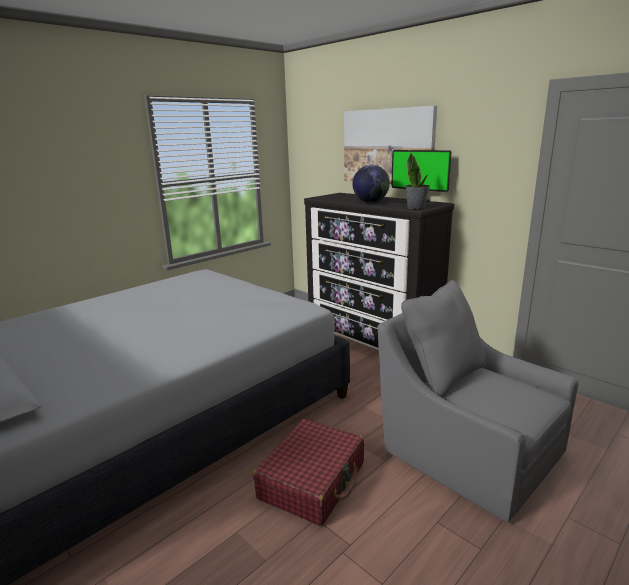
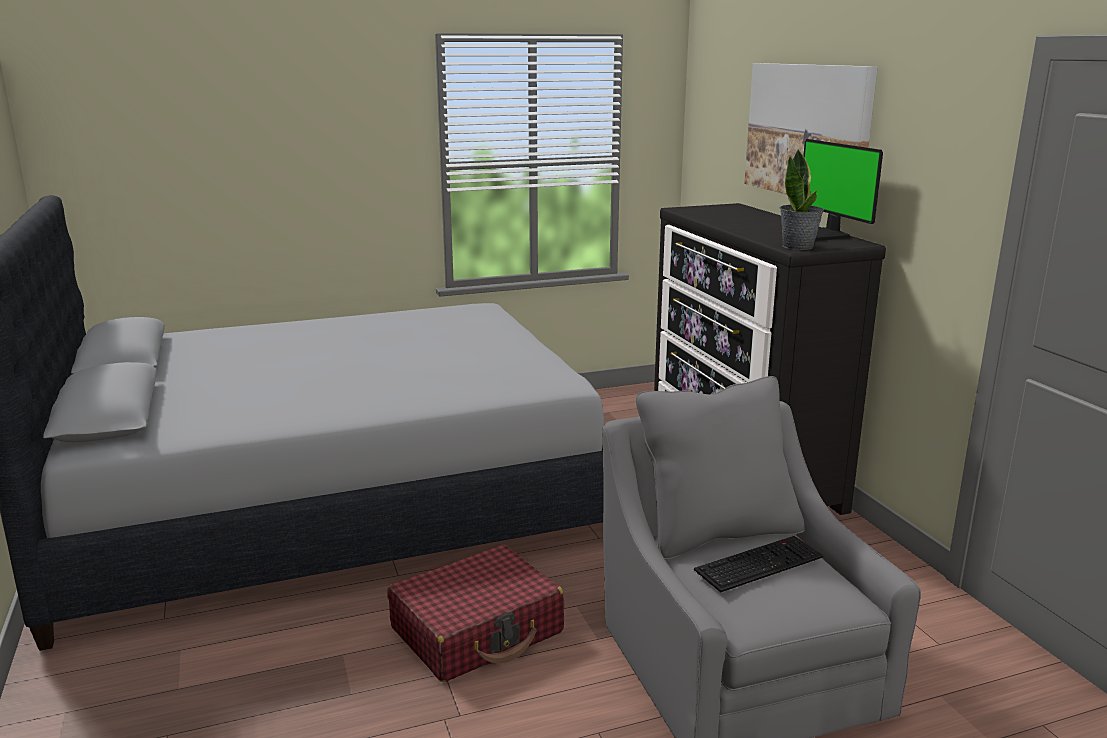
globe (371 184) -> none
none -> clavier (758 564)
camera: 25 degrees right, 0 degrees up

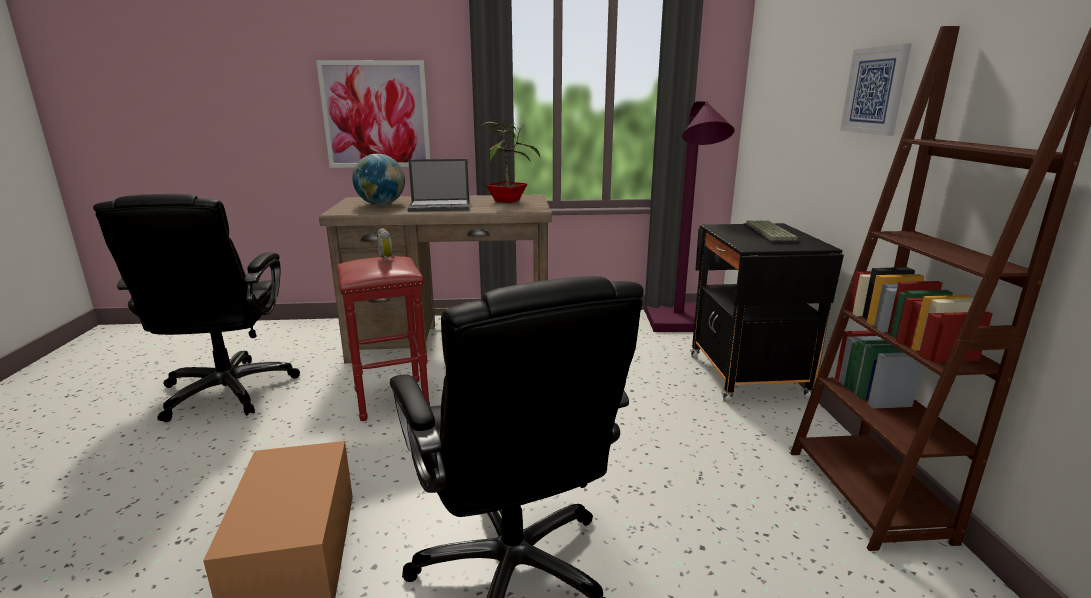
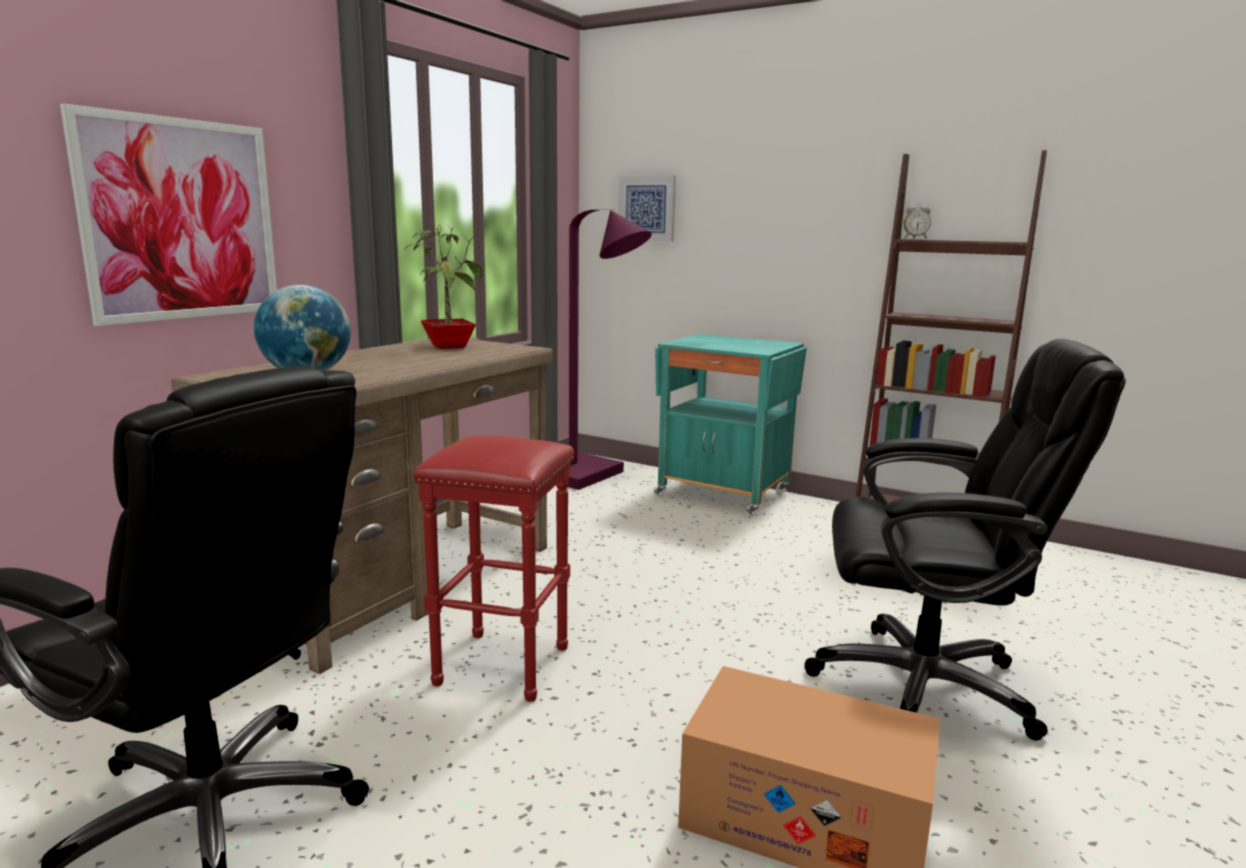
ordinateur portable (438 185) -> none
clavier (771 232) -> none
réveil (385 245) -> réveil (917 222), moved
tableau (876 89) -> tableau (647 208), moved
chariot (noir) (767 312) -> chariot (turquoise) (730 425)
camera: 55 degrees left, 5 degrees down

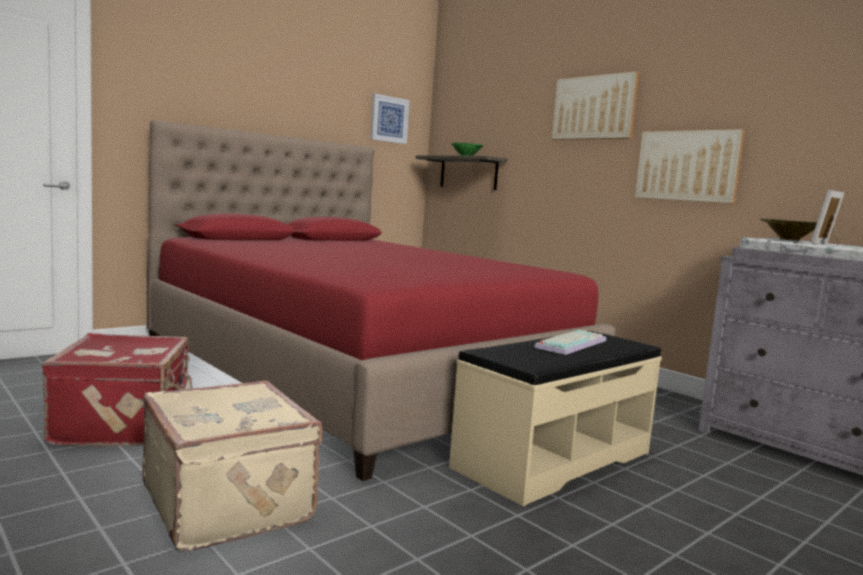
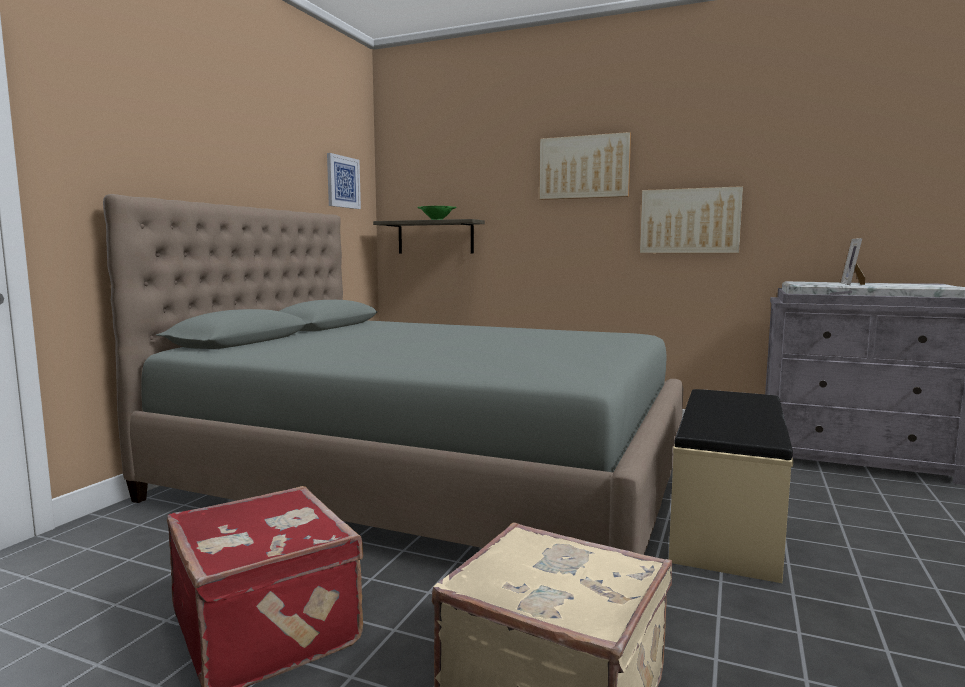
clavier (570 342) -> none
bol (beige) (788 229) -> none
lit (rouge) (381 300) -> lit (gris) (393 374)
camera: 25 degrees left, 0 degrees up

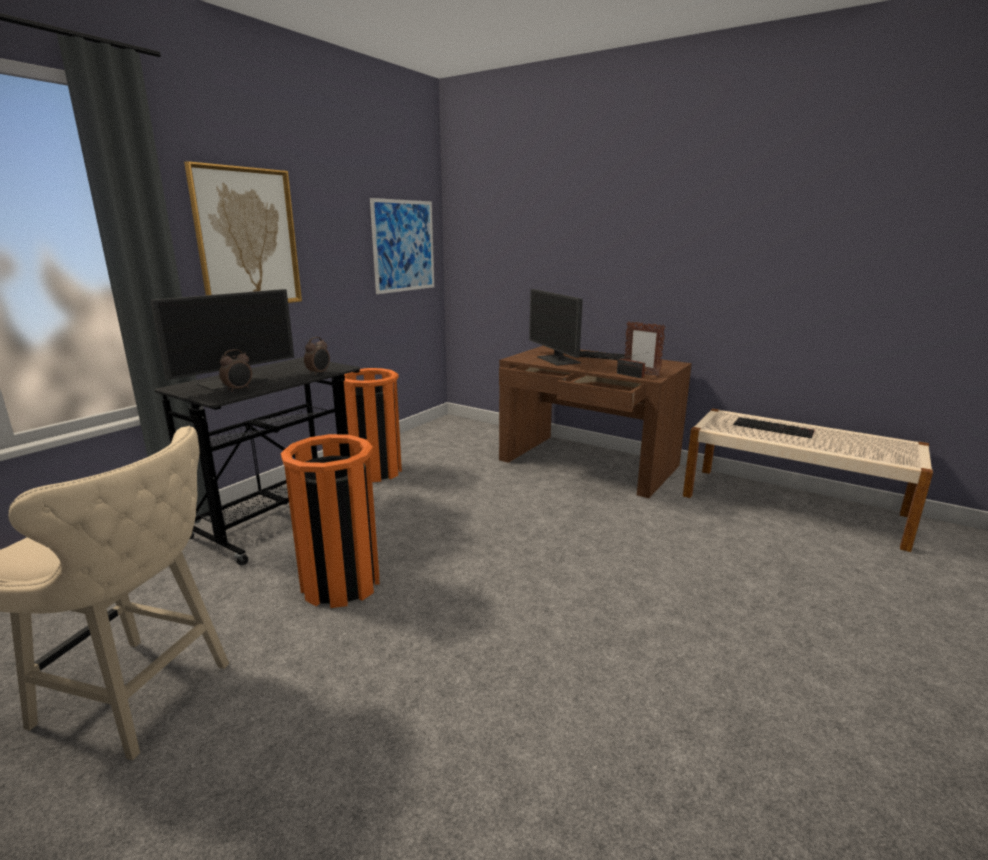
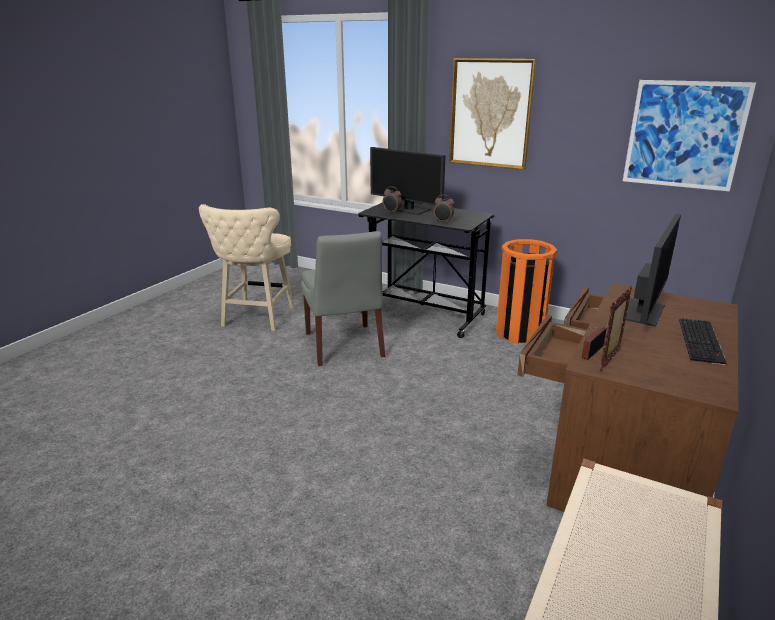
clavier (774 427) -> none
poubelle (orange) (330 521) -> chaise (gris) (343 298)
écran d'ordinateur (556 327) -> écran d'ordinateur (653 270), 150 degrees clockwise
camera: 85 degrees right, 5 degrees up

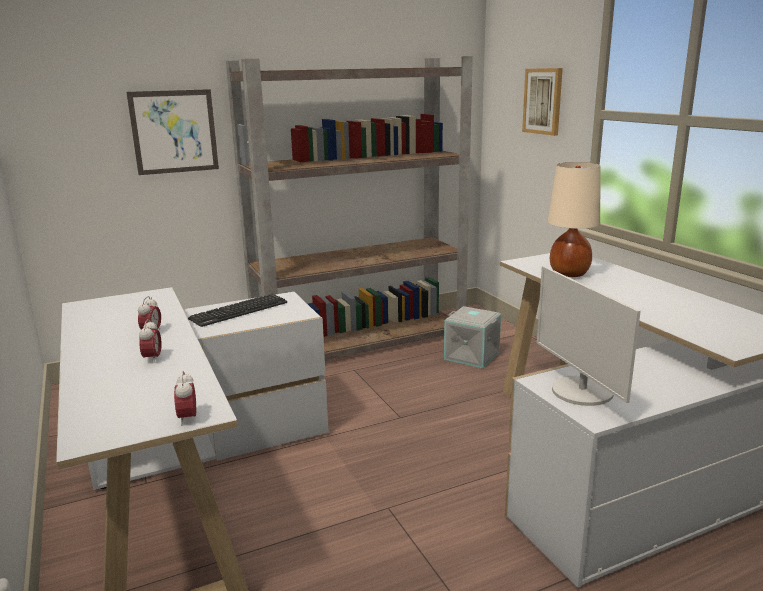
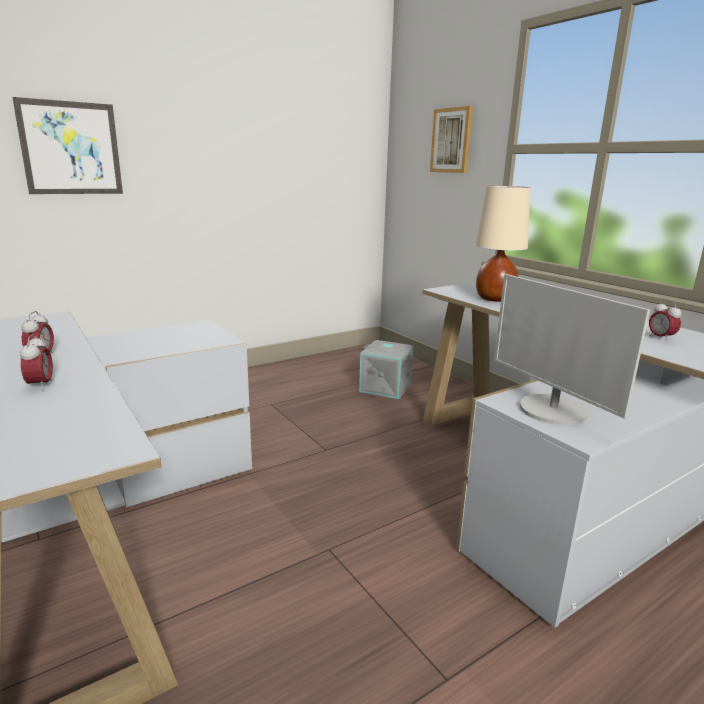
clavier (237 310) -> none
bibliothèque (marron) (349 208) -> none
réveil (185 398) -> réveil (665 321), moved
camera: 10 degrees left, 0 degrees up

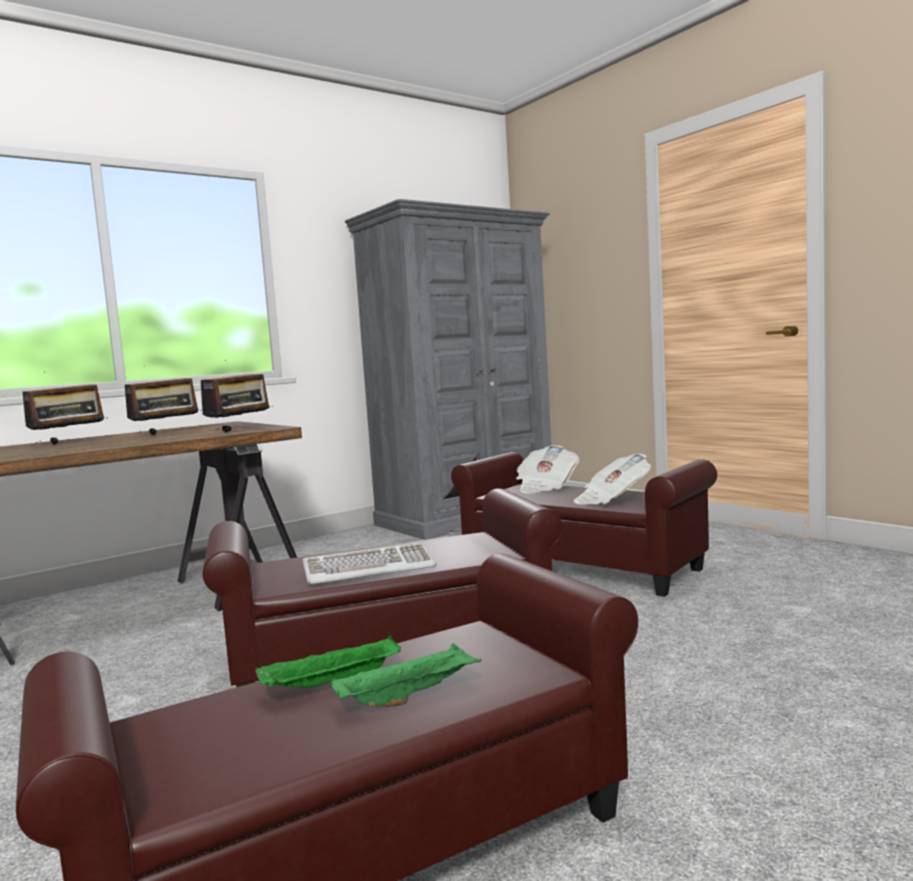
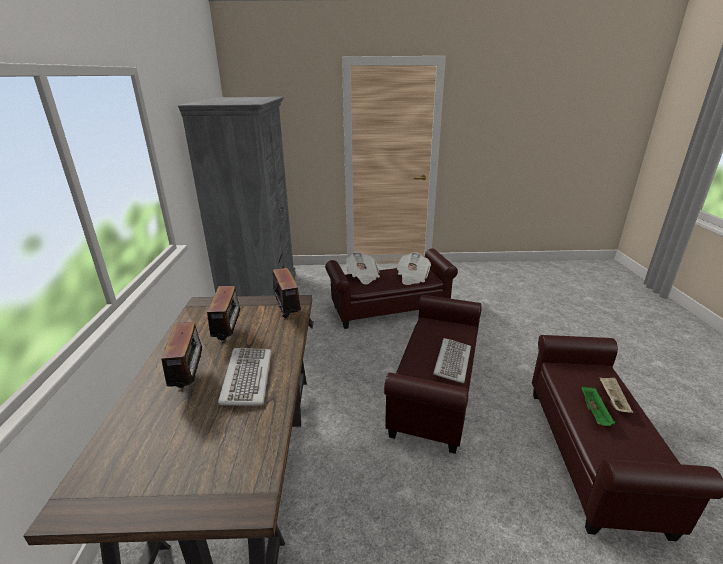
none -> clavier (244 376)
plateau (vert) (406 675) -> plateau (beige) (616 395)
camera: 55 degrees left, 20 degrees up

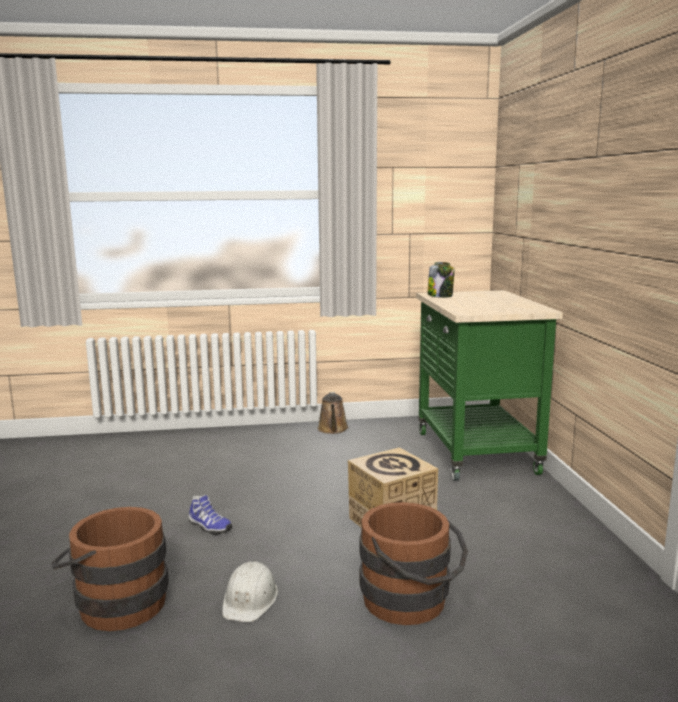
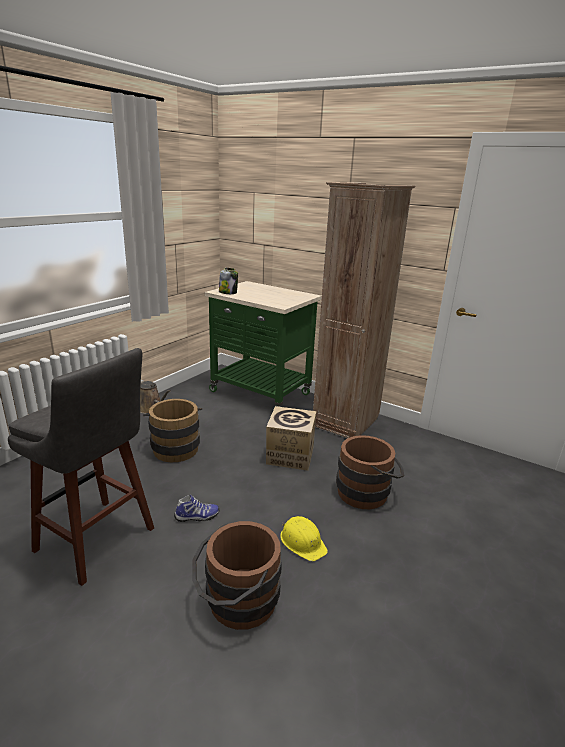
none -> tabouret (gris) (81 467)
none -> seau (marron) (172 430)
none -> meuble de rangement (marron) (364 310)
casque de chantier (blanc) (250 591) -> casque de chantier (jaune) (304 538)
camera: 50 degrees left, 10 degrees up

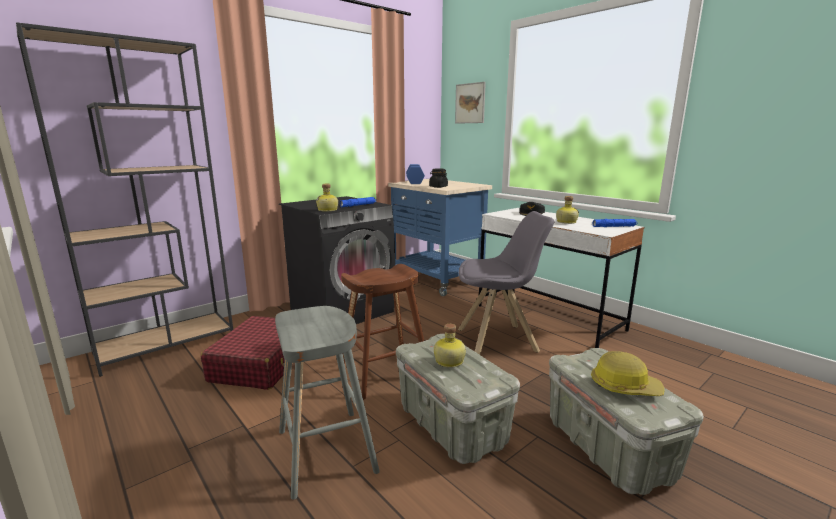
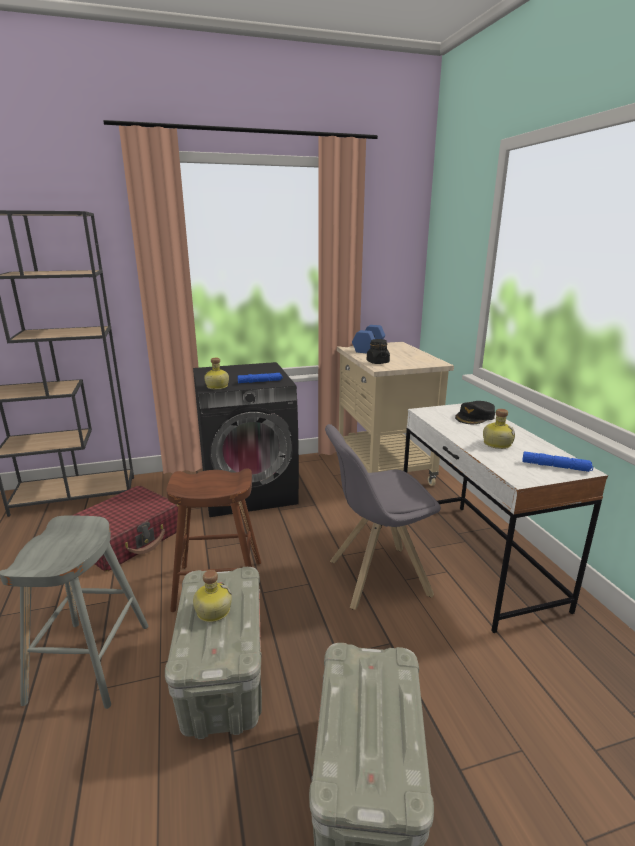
tableau (470 103) -> none
casque de chantier (628 373) -> none
chariot (bleu) (440 237) -> chariot (beige) (395 414)
chaise (gris) (506 283) -> chaise (gris) (383 517), 150 degrees clockwise
camera: 25 degrees right, 5 degrees up

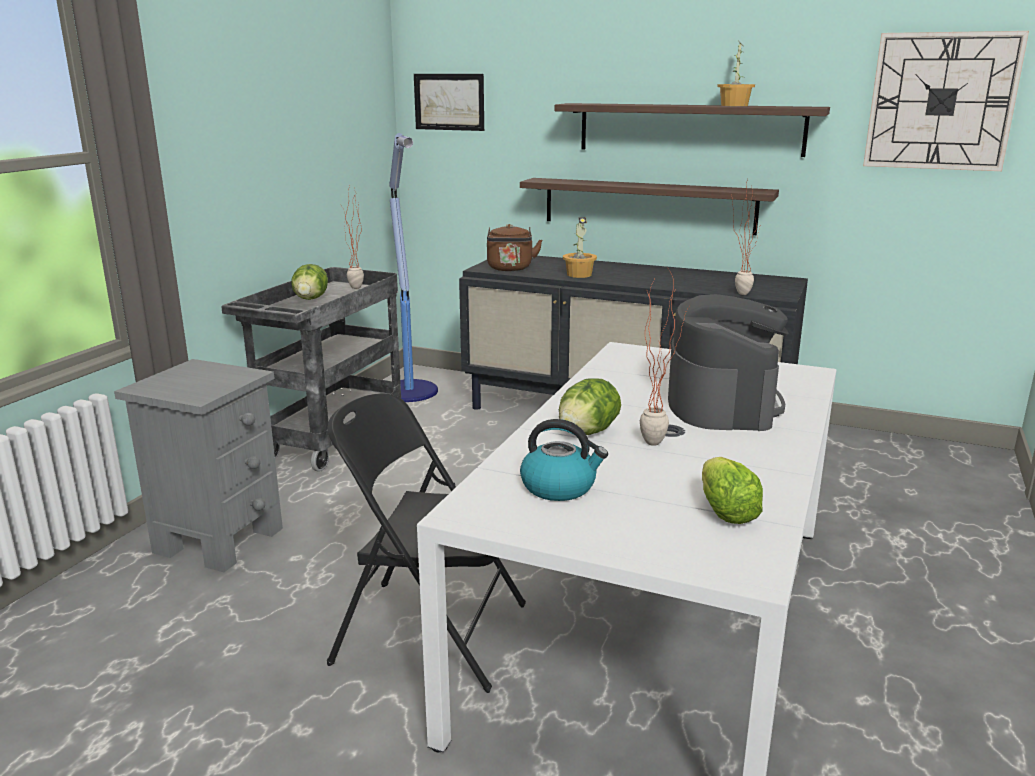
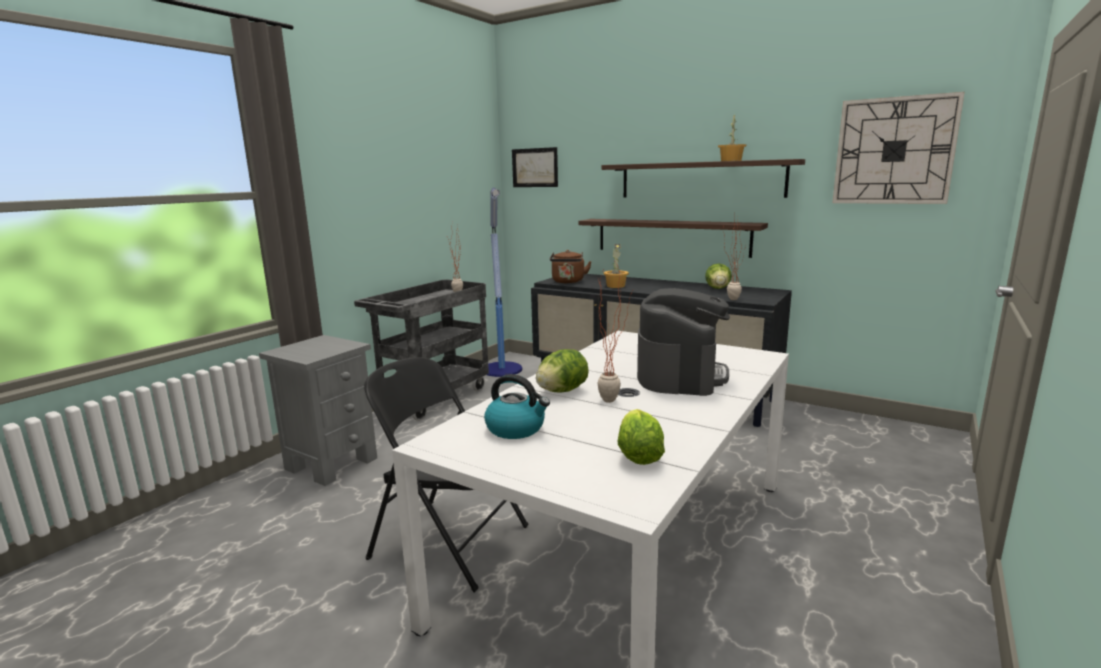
laitue (309 282) -> laitue (718 276), moved
camera: 10 degrees right, 5 degrees down

